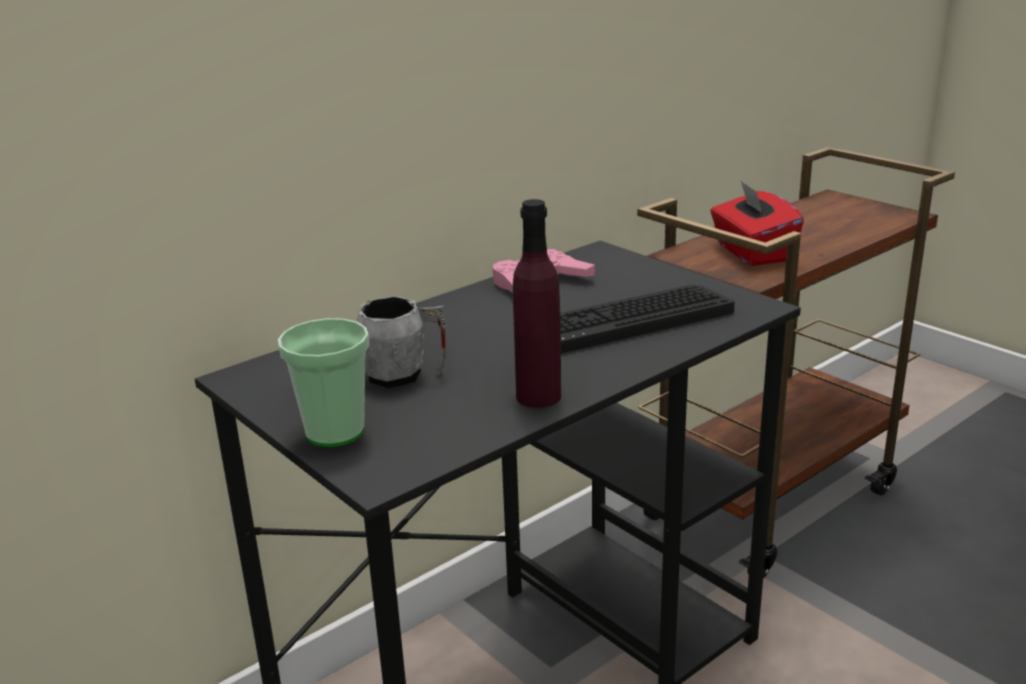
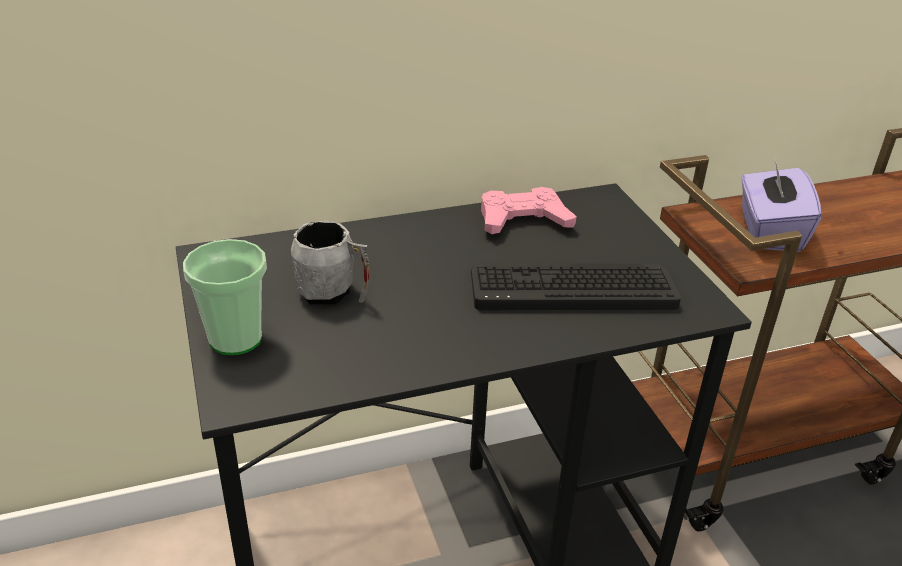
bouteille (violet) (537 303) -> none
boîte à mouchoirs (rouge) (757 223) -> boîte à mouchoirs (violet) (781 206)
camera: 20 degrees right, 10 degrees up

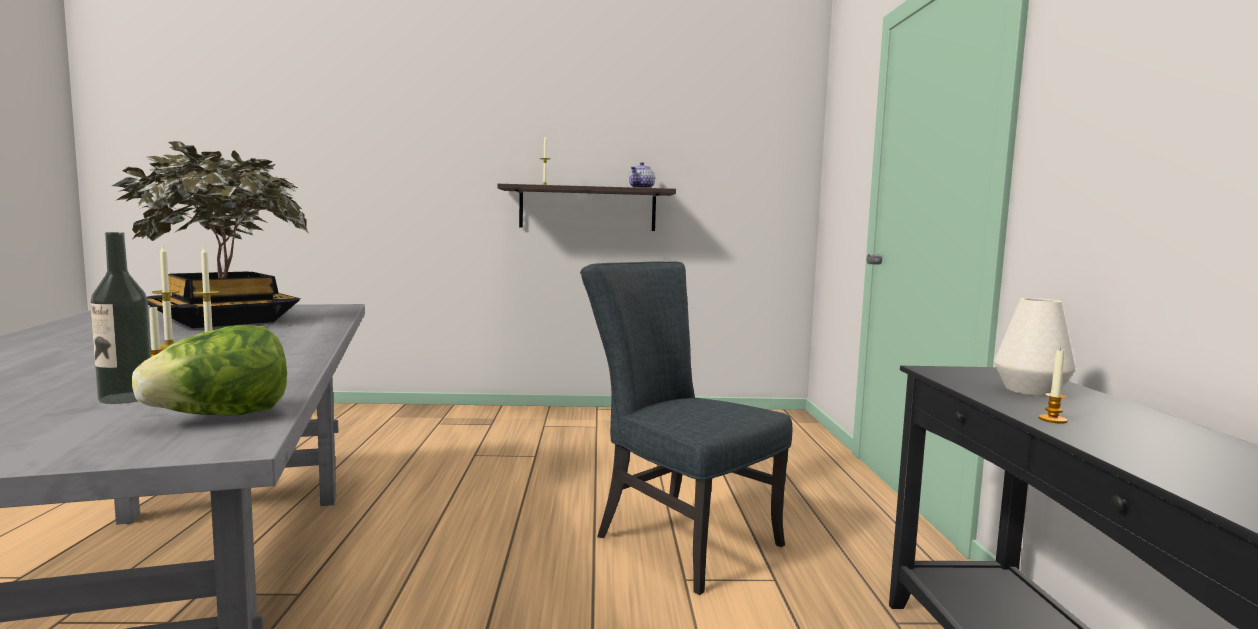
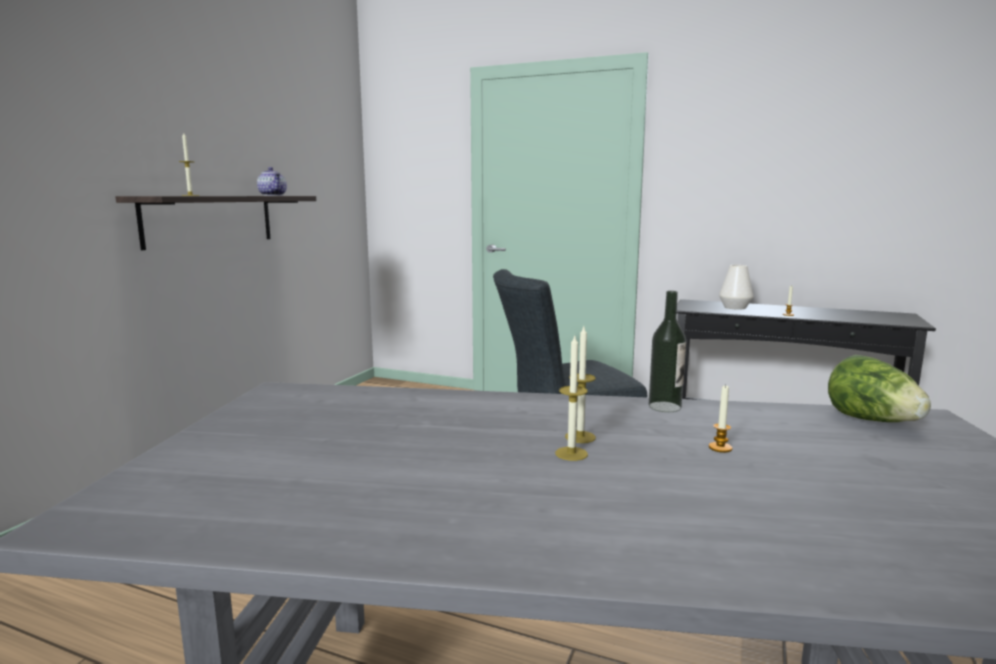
plante en pot (210 234) -> none
bouteille (121 318) -> bouteille (667 351), moved
camera: 65 degrees left, 5 degrees up

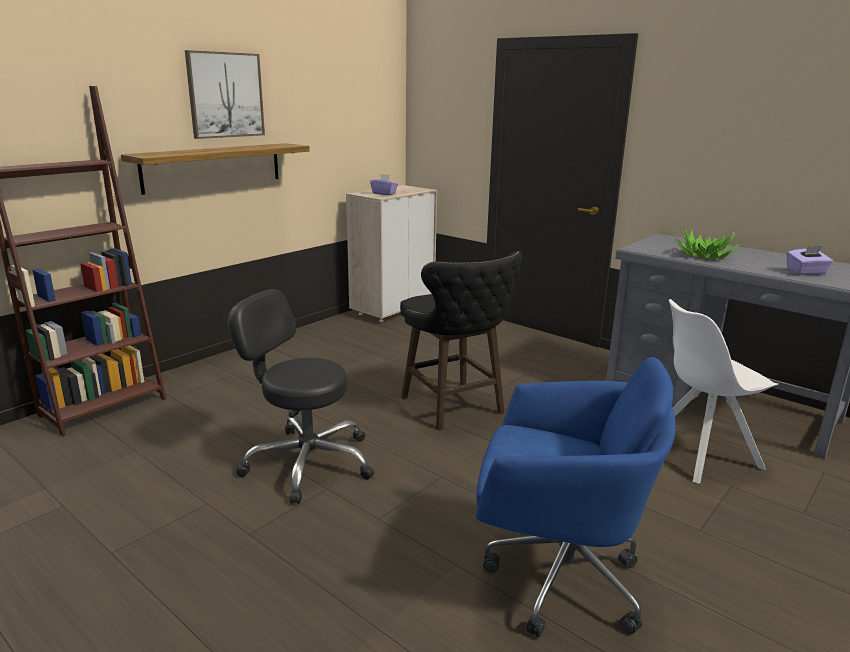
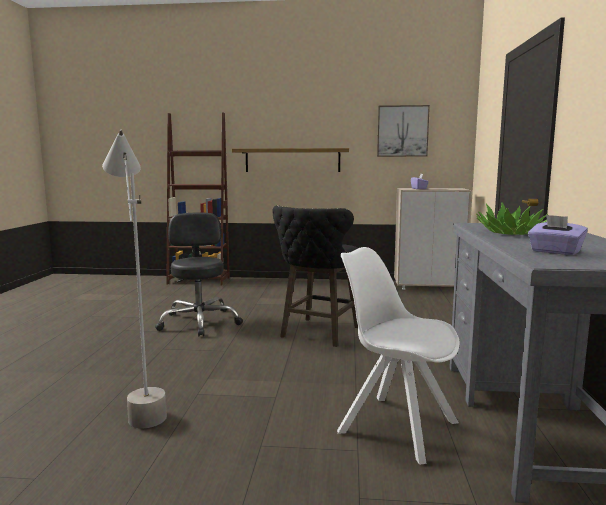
tableau (225 94) -> tableau (403 131), moved
chaise de bureau (bleu) (576 497) -> lampadaire (gris) (134 278)
camera: 55 degrees right, 10 degrees down

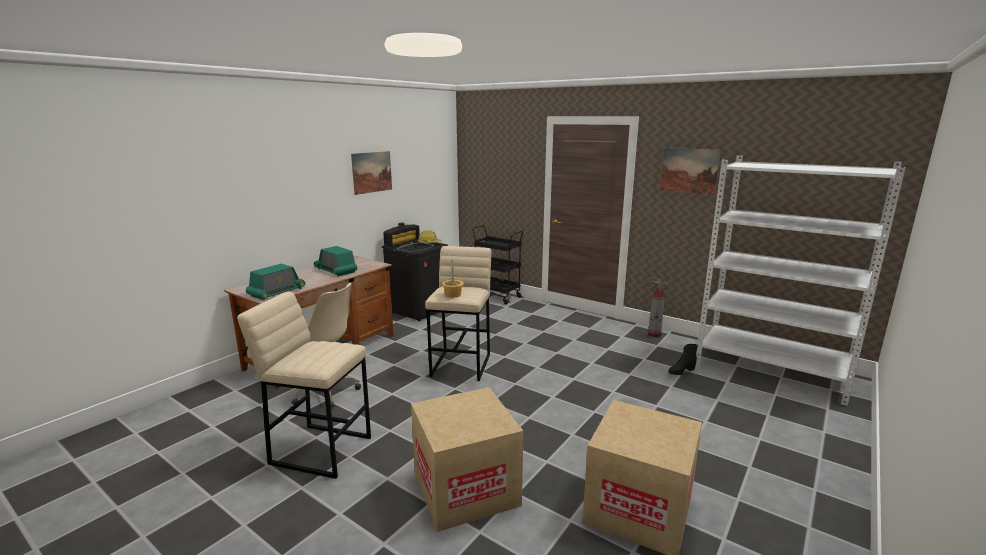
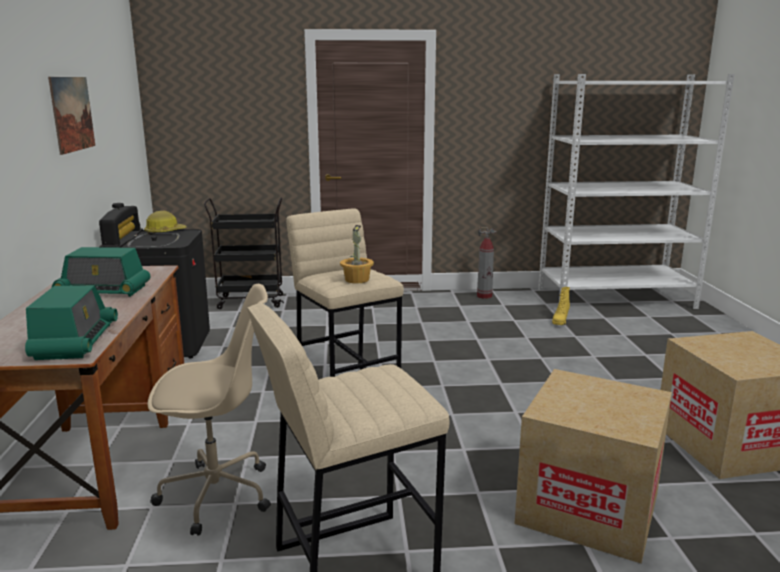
tableau (690 171) -> none
botte (noir) (683 359) -> botte (jaune) (561 306)
camera: 40 degrees left, 0 degrees up

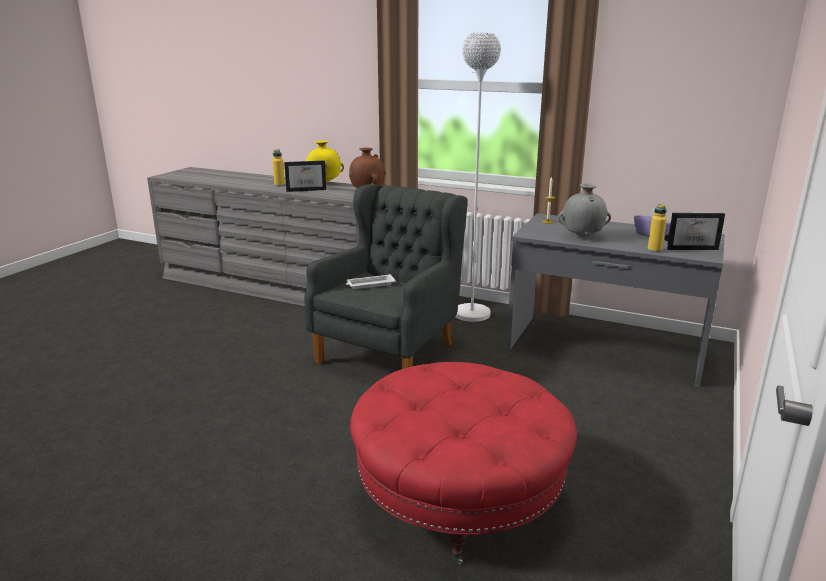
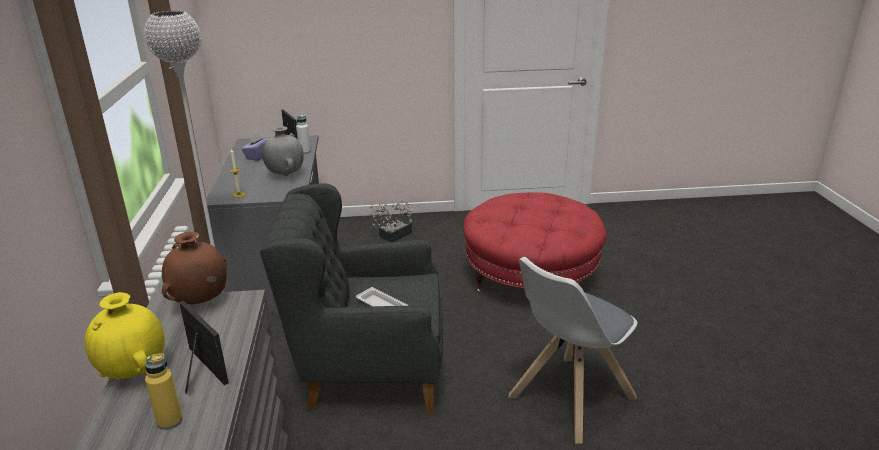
none -> plante en pot (391 221)
none -> chaise (572 350)
bouteille (jaune) (657 228) -> bouteille (blanc) (303 134)
camera: 120 degrees left, 5 degrees up

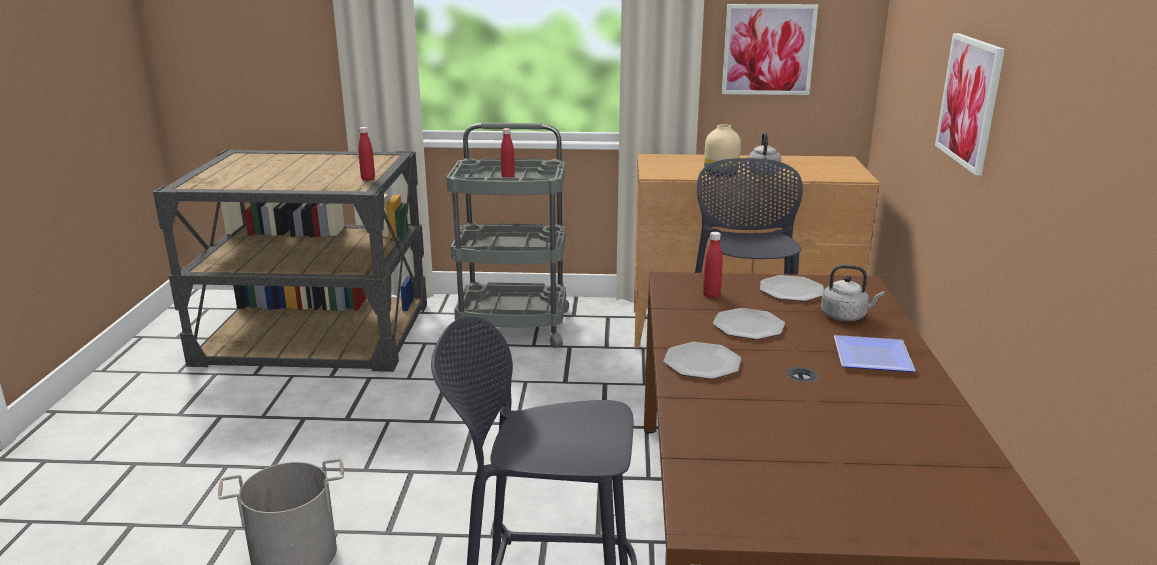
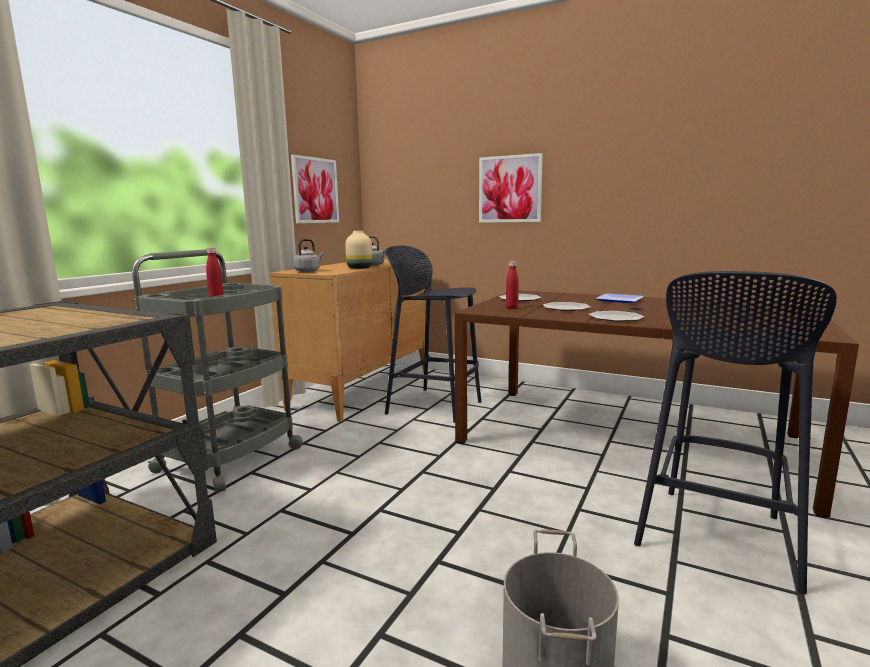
bouteille (rouge) (366 154) -> none
bouilloire (gris) (852 293) -> bouilloire (gris) (308 255), moved
camera: 65 degrees left, 10 degrees down

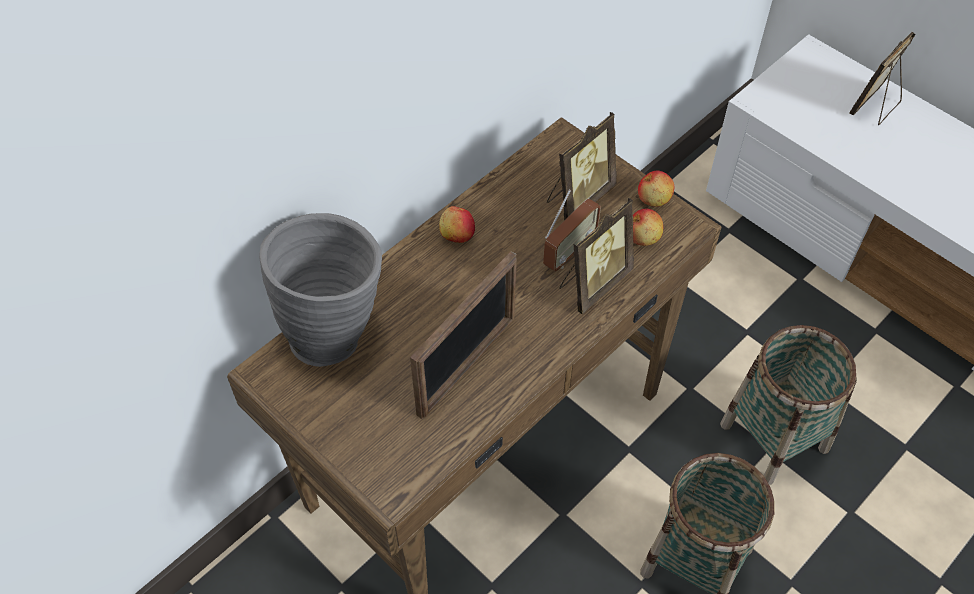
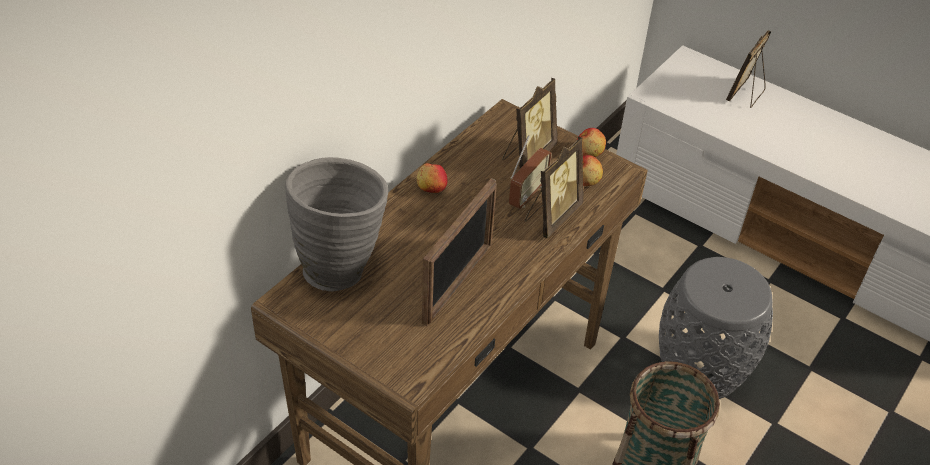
panier (788 405) -> tabouret (gris) (716 328)
camera: 10 degrees left, 10 degrees down

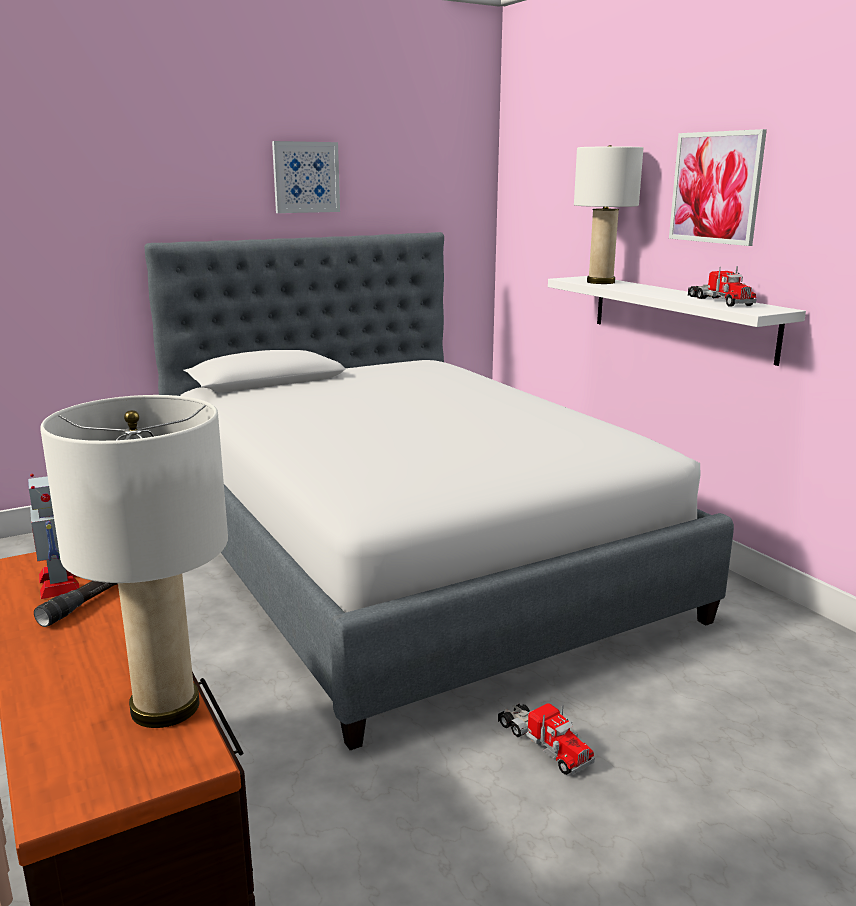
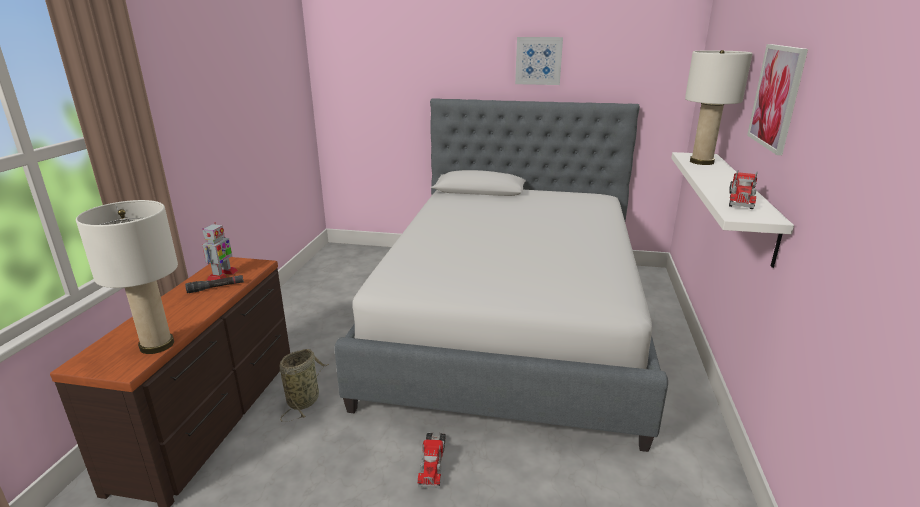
none -> panier (304 385)
camera: 40 degrees right, 5 degrees up

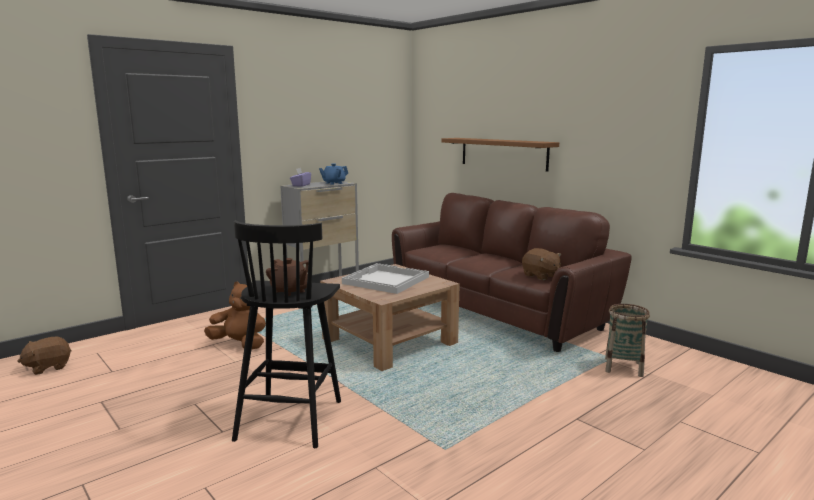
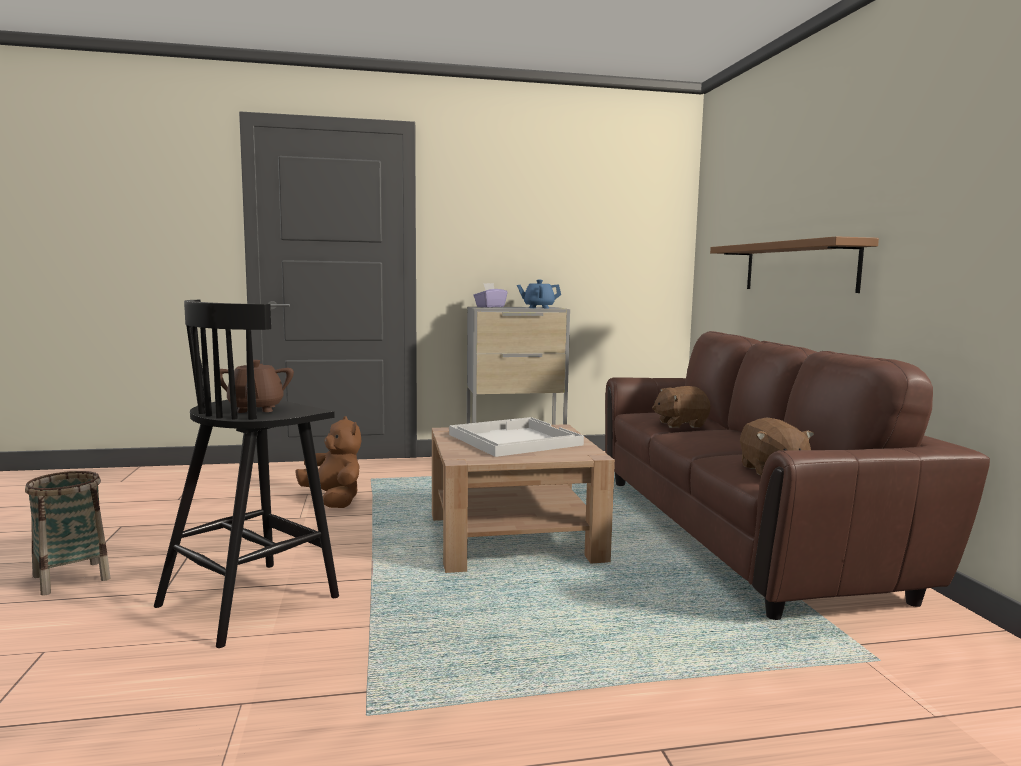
peluche (marron) (44 355) -> peluche (marron) (681 407), moved
panier (627 340) -> panier (67 533), moved
camera: 30 degrees right, 5 degrees down

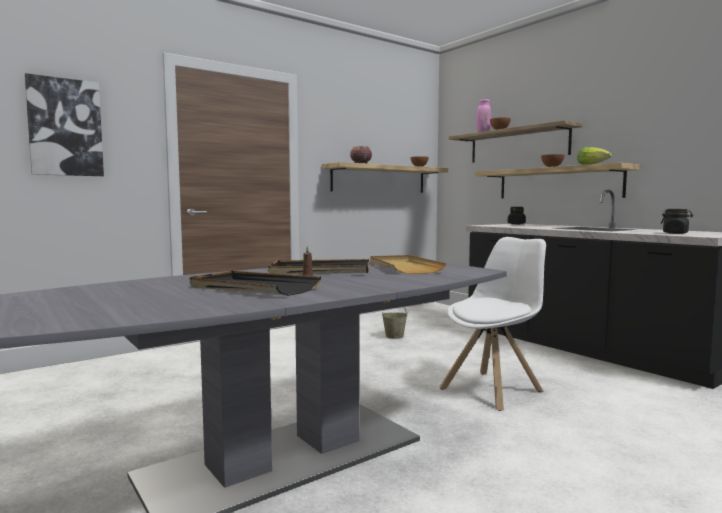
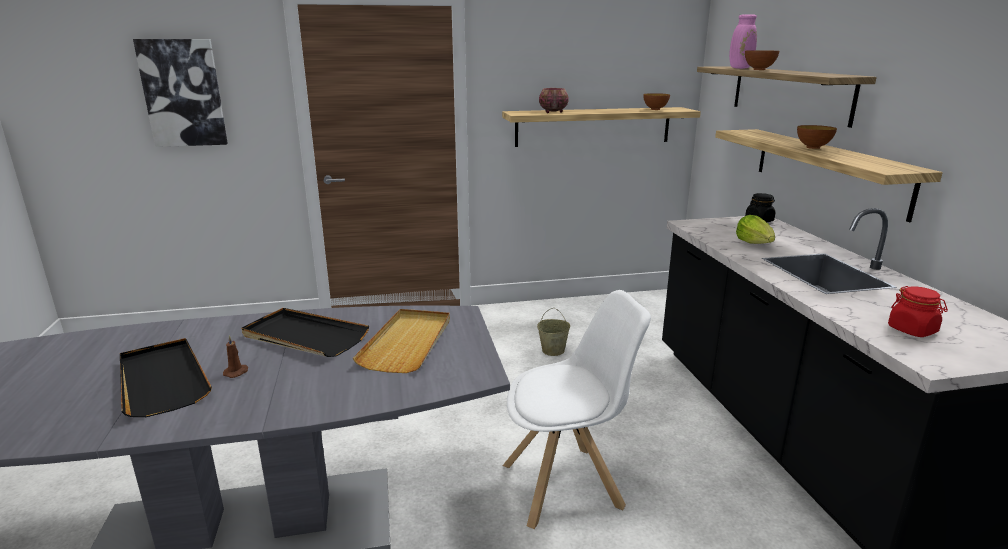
laitue (594 156) -> laitue (755 229), moved
bocal (noir) (677 221) -> bocal (rouge) (918 311)
camera: 25 degrees right, 15 degrees up

